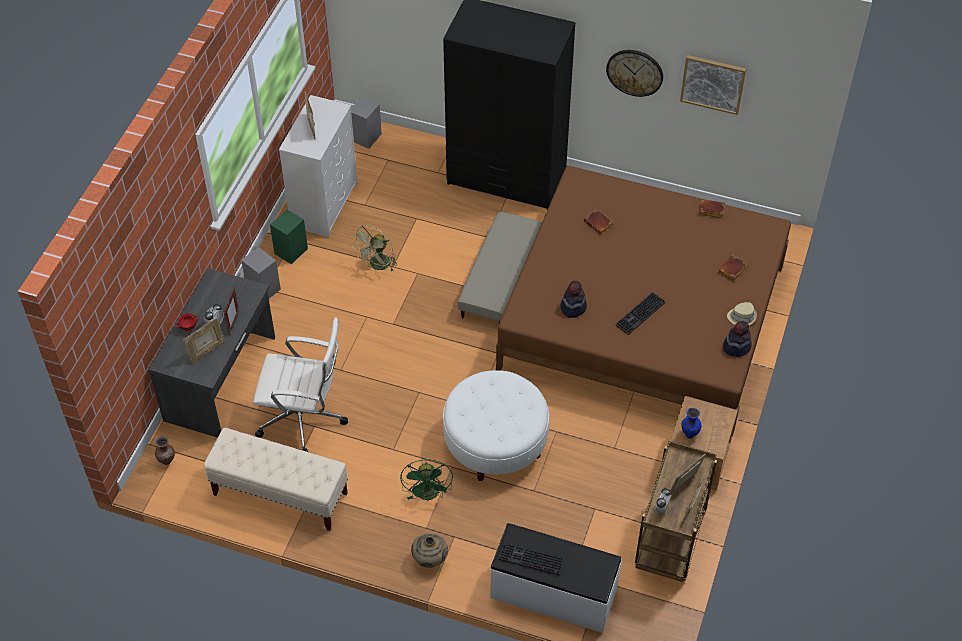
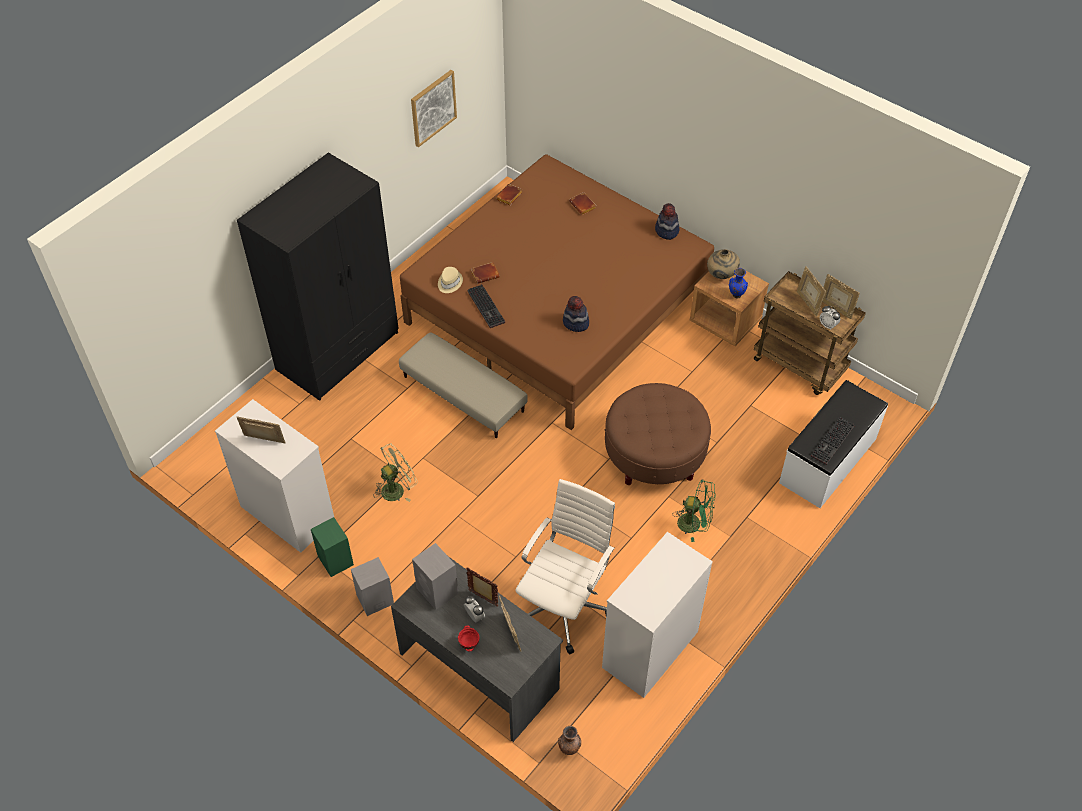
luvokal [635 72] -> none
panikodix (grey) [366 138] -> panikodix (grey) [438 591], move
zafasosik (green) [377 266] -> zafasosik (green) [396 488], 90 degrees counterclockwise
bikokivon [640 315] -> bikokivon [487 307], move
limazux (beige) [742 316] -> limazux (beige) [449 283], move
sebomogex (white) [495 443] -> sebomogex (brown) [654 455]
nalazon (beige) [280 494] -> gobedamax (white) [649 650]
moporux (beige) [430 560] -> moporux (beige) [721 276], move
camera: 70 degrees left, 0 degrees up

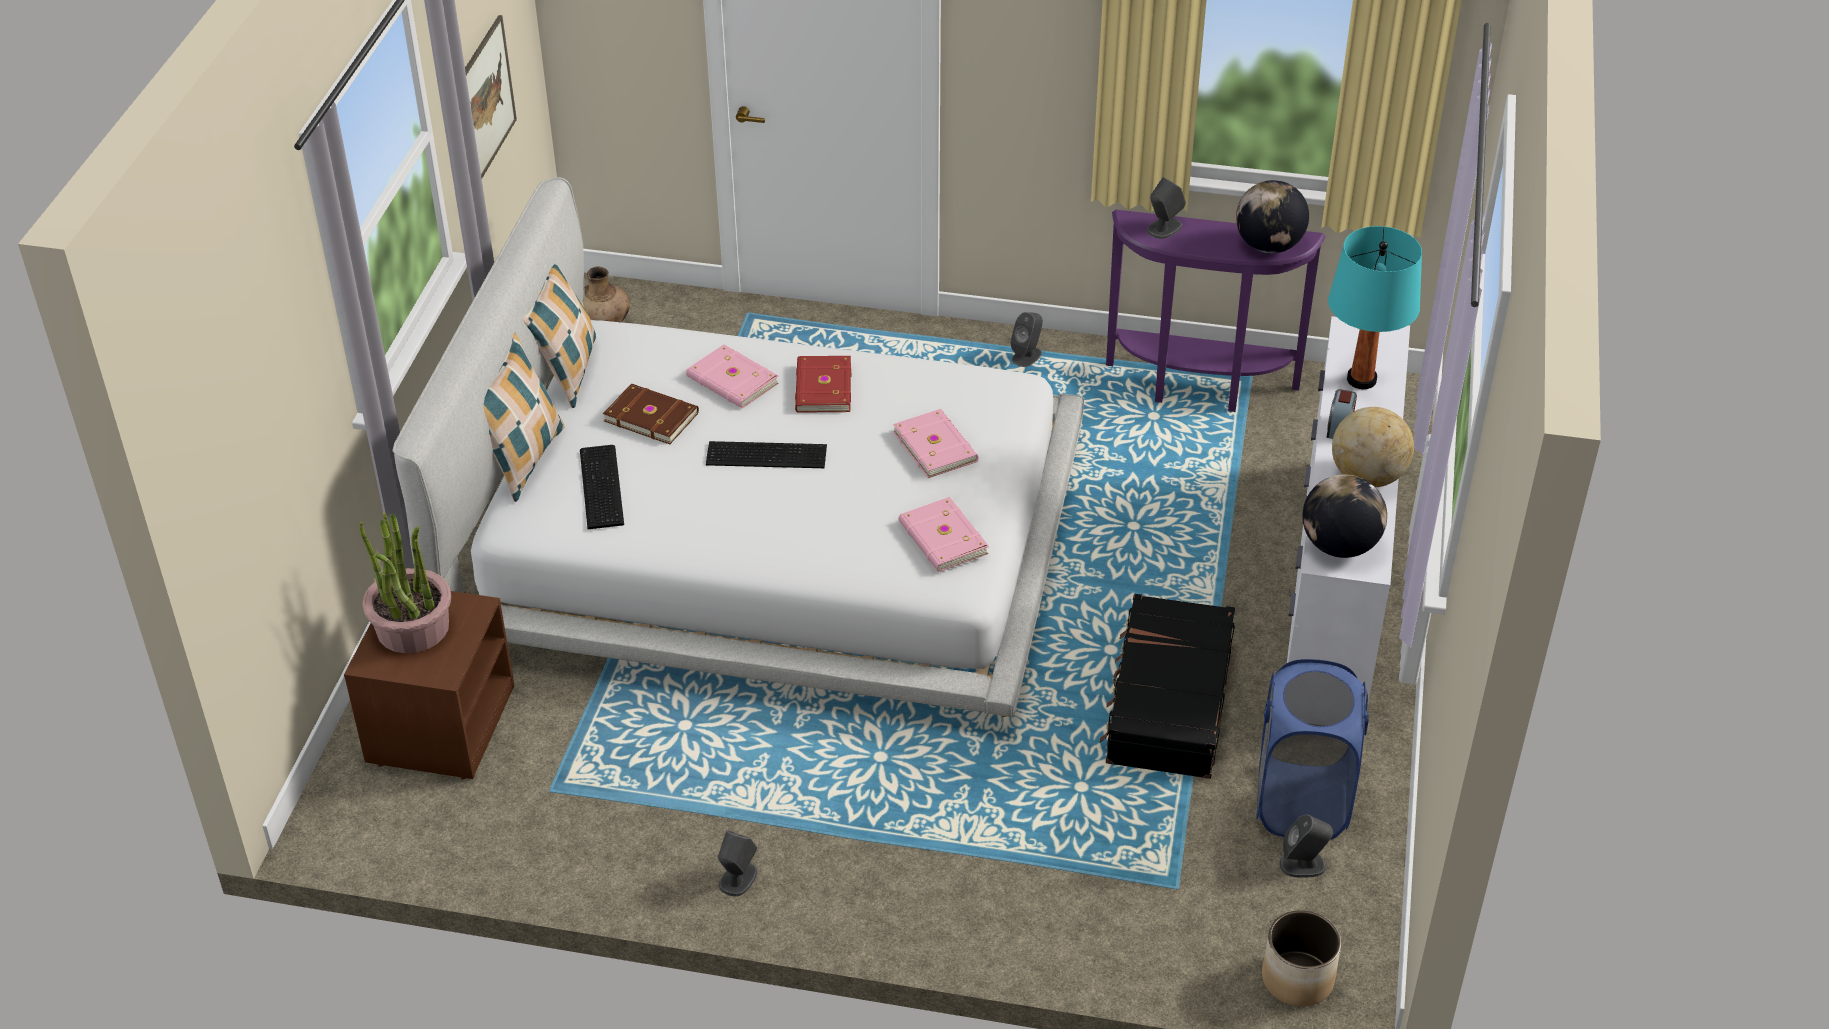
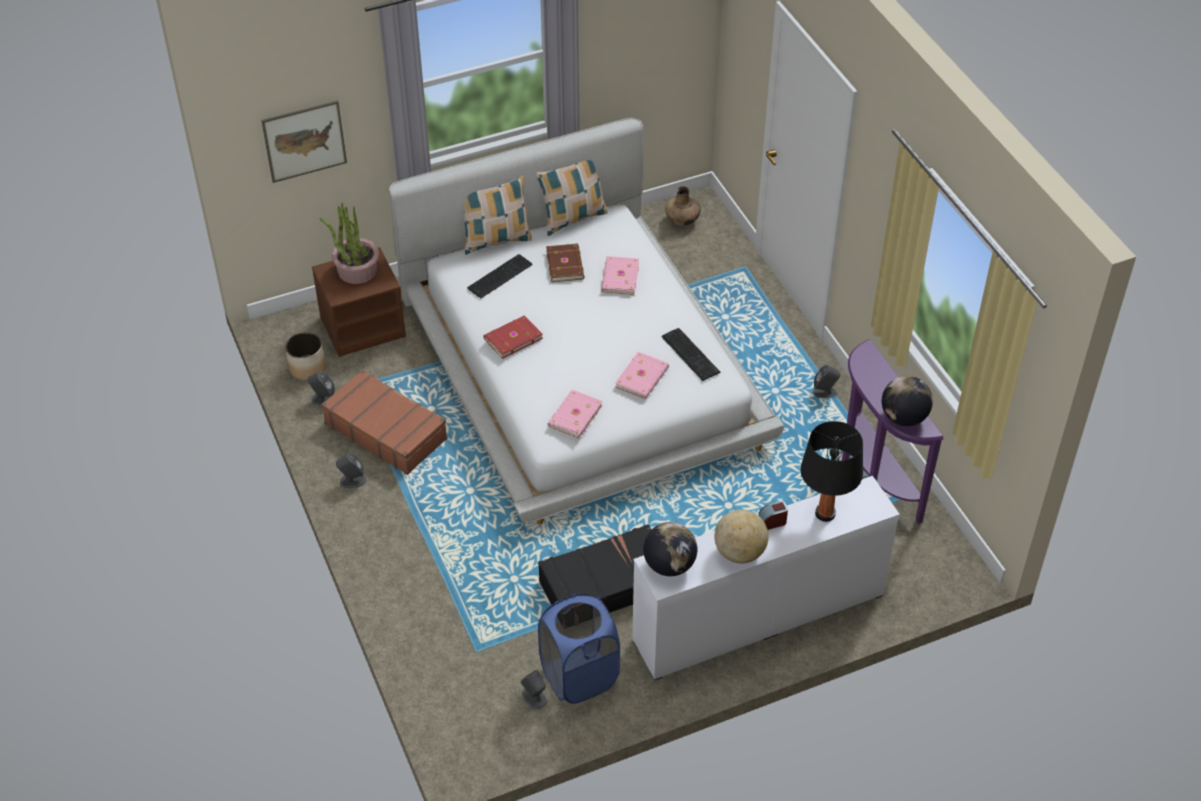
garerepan [486 100] -> garerepan [304 141], move
panikodix (grey) [1164 228] -> panikodix (grey) [323 399], move
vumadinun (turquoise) [1361 380] -> vumadinun (black) [825 513]
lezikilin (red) [821 388] -> lezikilin (red) [512 338], move
bikokivon [765 453] -> bikokivon [691 353], move
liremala [1297 980] -> liremala [307 368], move
none -> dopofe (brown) [386 430]
camera: 55 degrees right, 5 degrees up

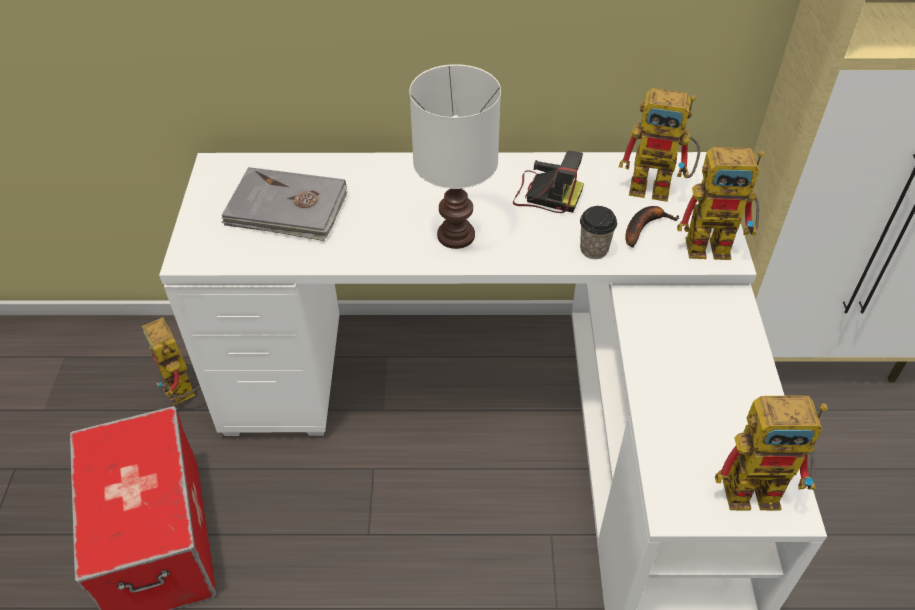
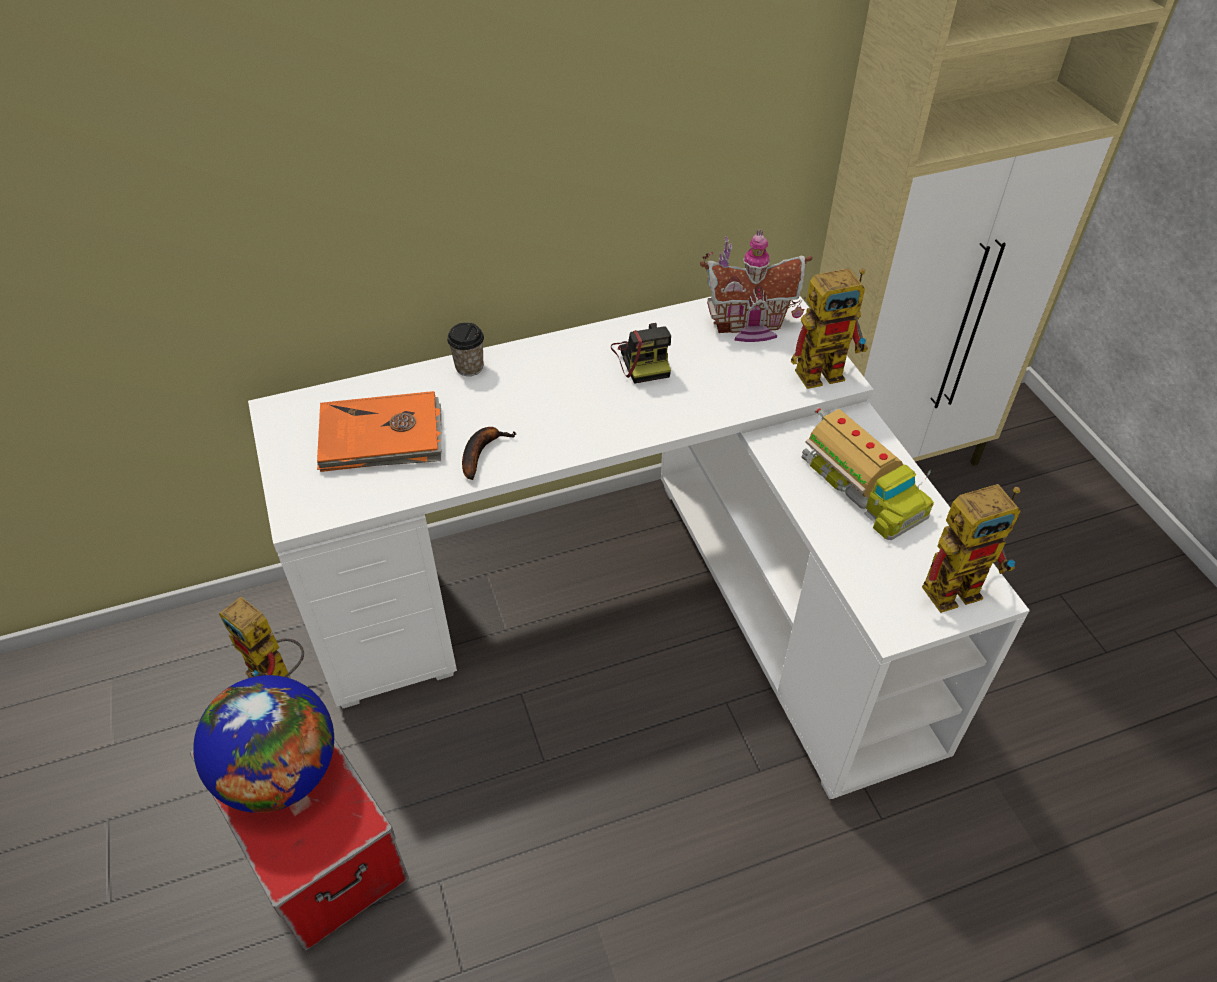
vumadinun (white) [456 234] -> none
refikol [660 188] -> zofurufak [749 327]
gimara [545 194] -> gimara [643 359], 75 degrees clockwise
lezikilin (grey) [287 209] -> lezikilin (orange) [381 437]
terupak [594 250] -> terupak [469 367], move
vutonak [644 227] -> vutonak [481 452], move
none -> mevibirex [860 487]
none -> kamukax [281 773]
camera: 20 degrees left, 0 degrees up

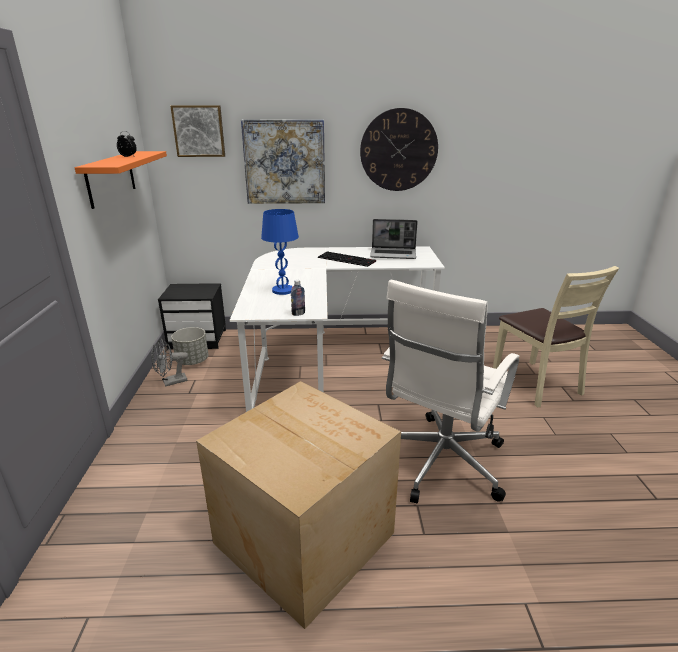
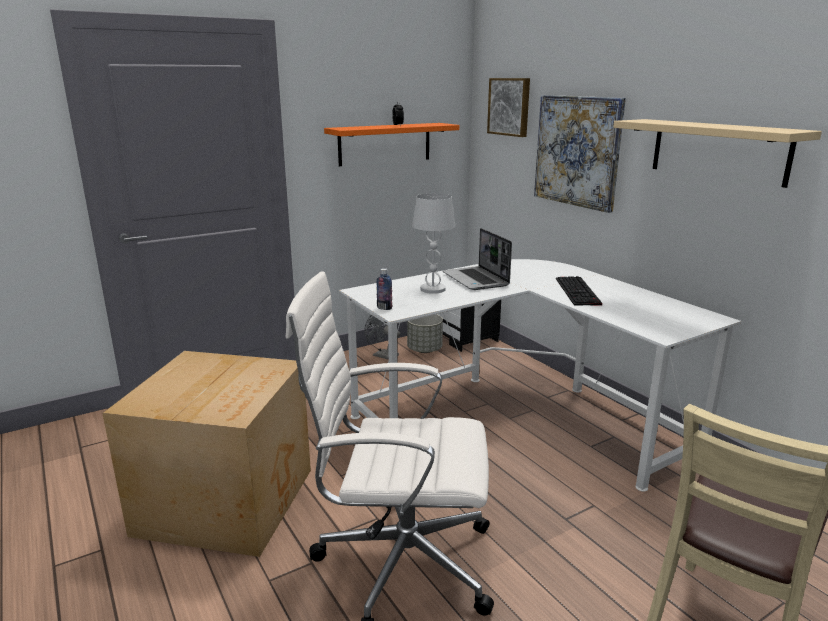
luvokal [398 150] -> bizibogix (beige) [718 151]
vumadinun (blue) [282 290] -> vumadinun (white) [432 289]
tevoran [393 254] -> tevoran [476 280], move
camera: 60 degrees right, 5 degrees down

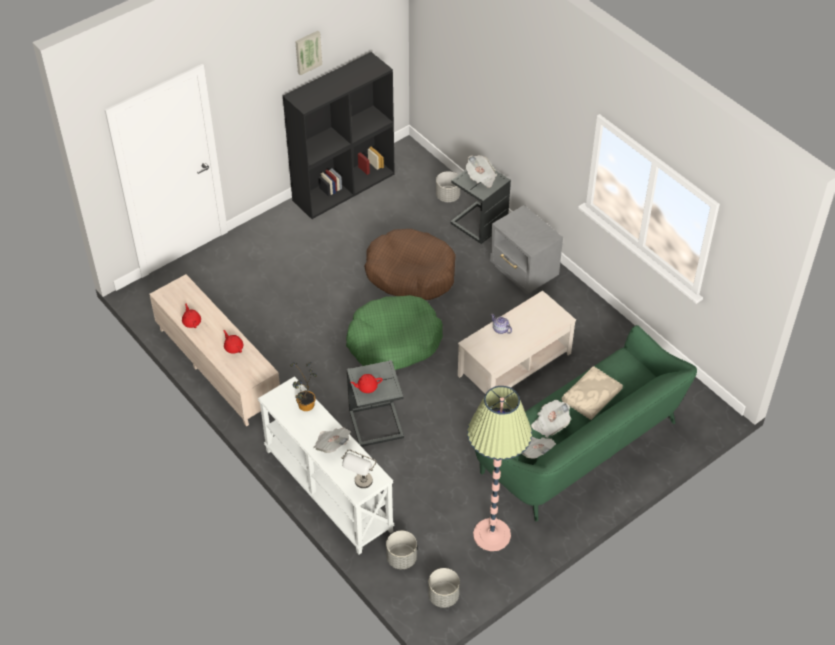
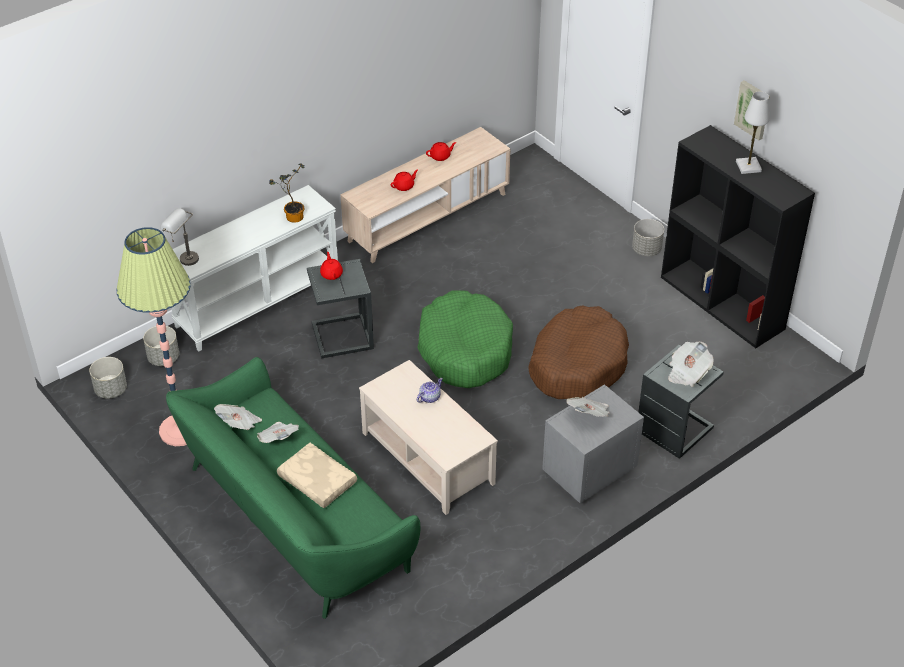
liremala (grey) [447 196] -> liremala (grey) [646 250], move
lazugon [332 445] -> lazugon [589 414], move
none -> vumadinun (white) [748 166]
camera: 90 degrees right, 5 degrees down

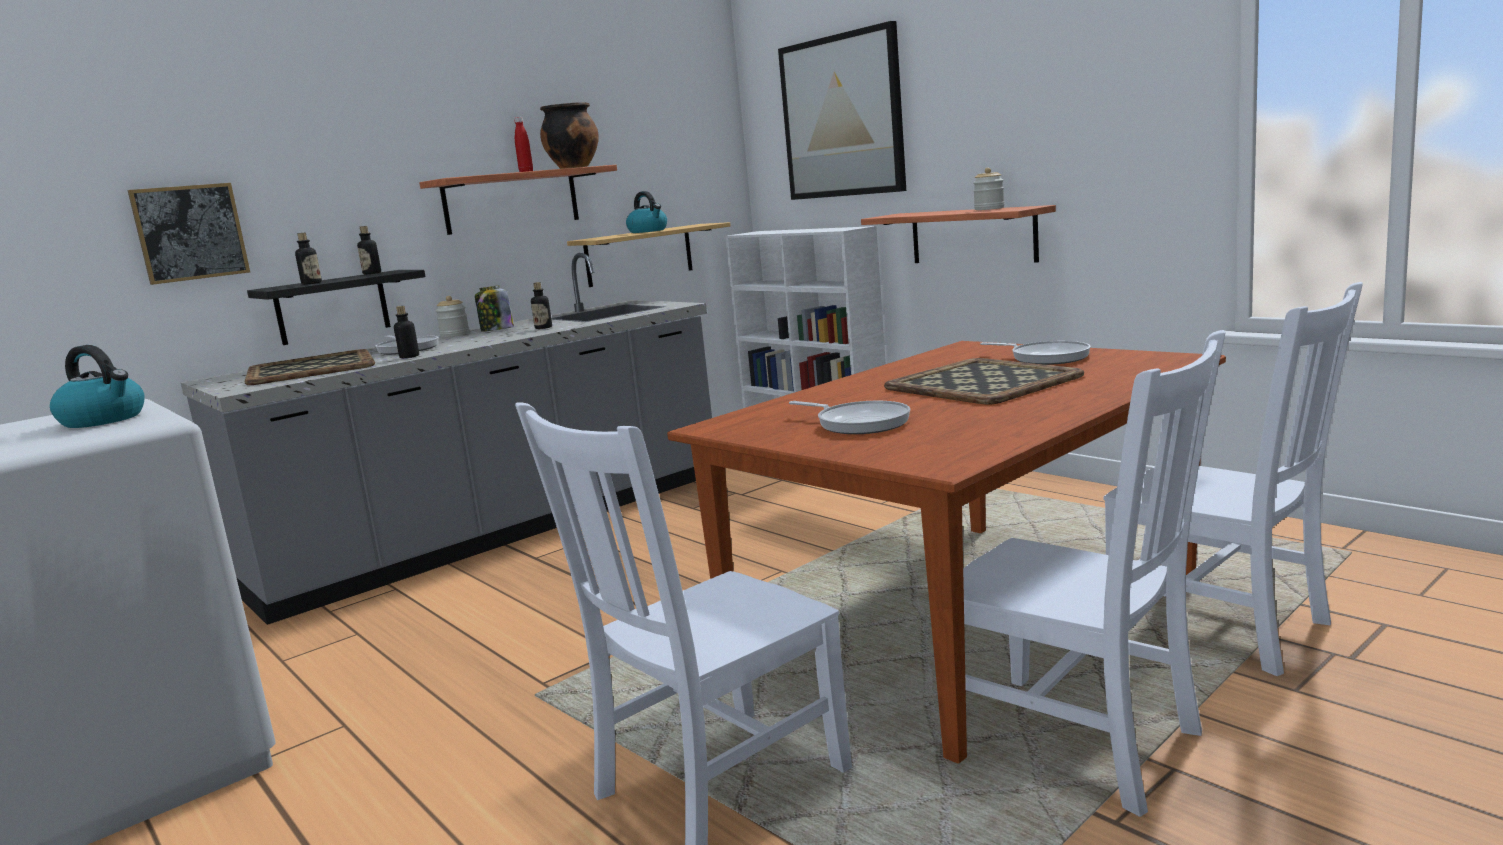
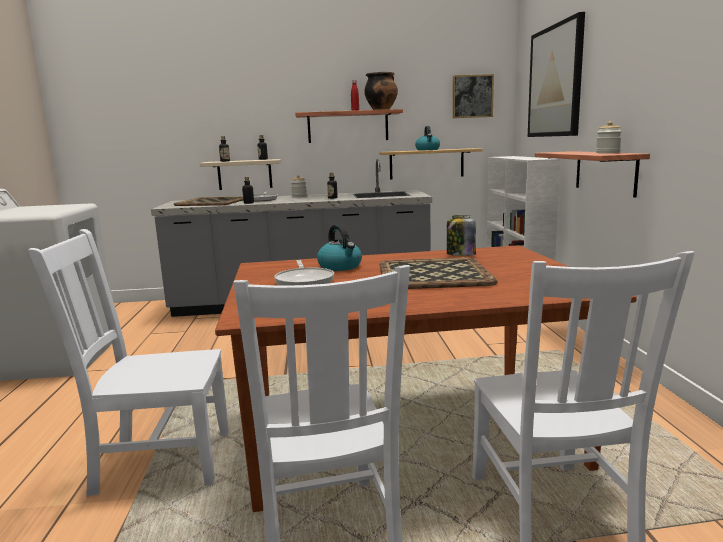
garerepan [190 232] -> garerepan [472 96], move
bizibogix (black) [332 307] -> bizibogix (beige) [244 174]
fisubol [496 330] -> fisubol [460 255], move
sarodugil [1045 357] -> none
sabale [104 420] -> sabale [340 267], move
camera: 35 degrees right, 0 degrees up

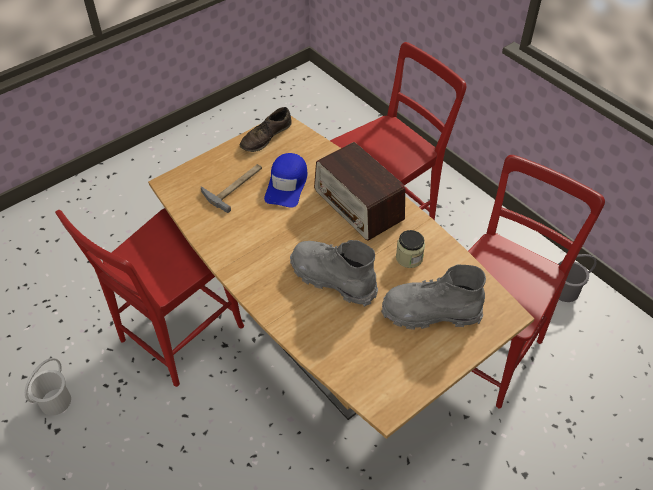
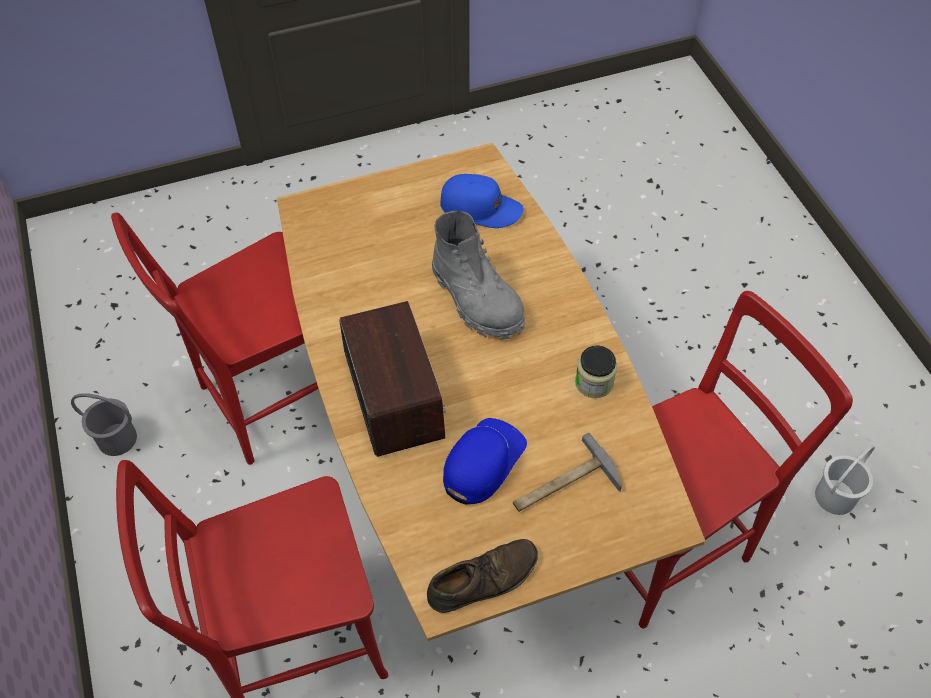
fisubol [409 258] -> fisubol [594 382], move
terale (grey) [430 313] -> none
none -> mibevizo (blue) [480 208]
camera: 160 degrees left, 5 degrees up

